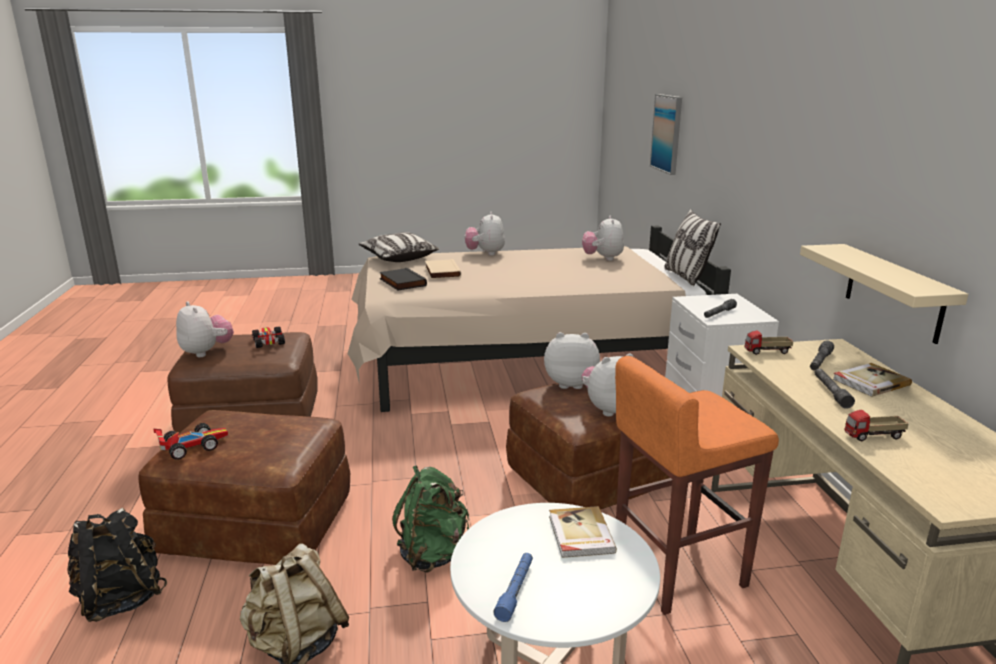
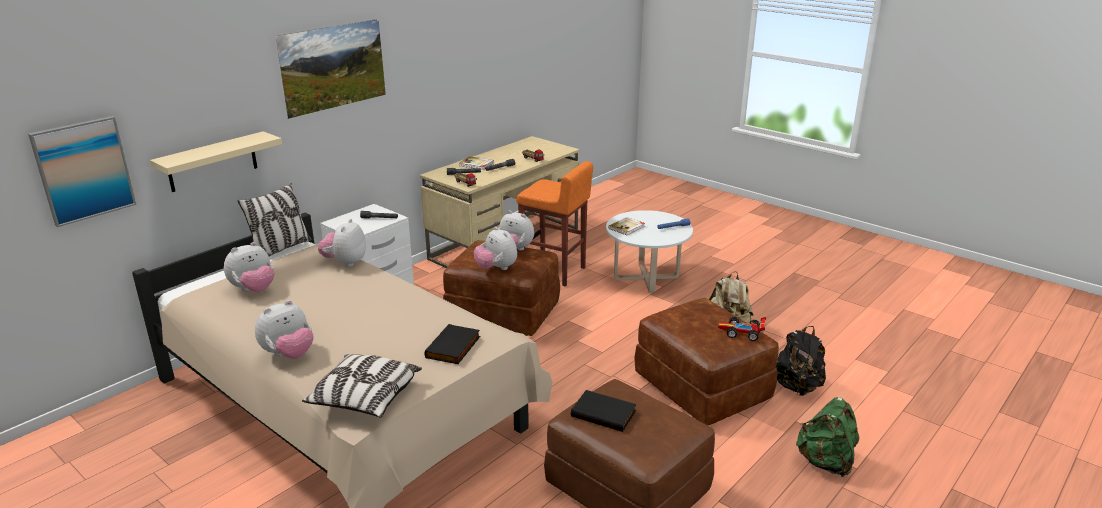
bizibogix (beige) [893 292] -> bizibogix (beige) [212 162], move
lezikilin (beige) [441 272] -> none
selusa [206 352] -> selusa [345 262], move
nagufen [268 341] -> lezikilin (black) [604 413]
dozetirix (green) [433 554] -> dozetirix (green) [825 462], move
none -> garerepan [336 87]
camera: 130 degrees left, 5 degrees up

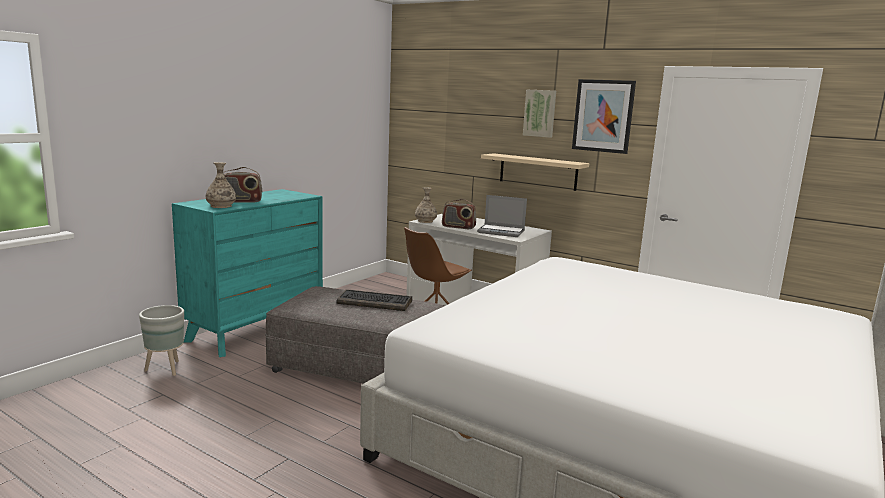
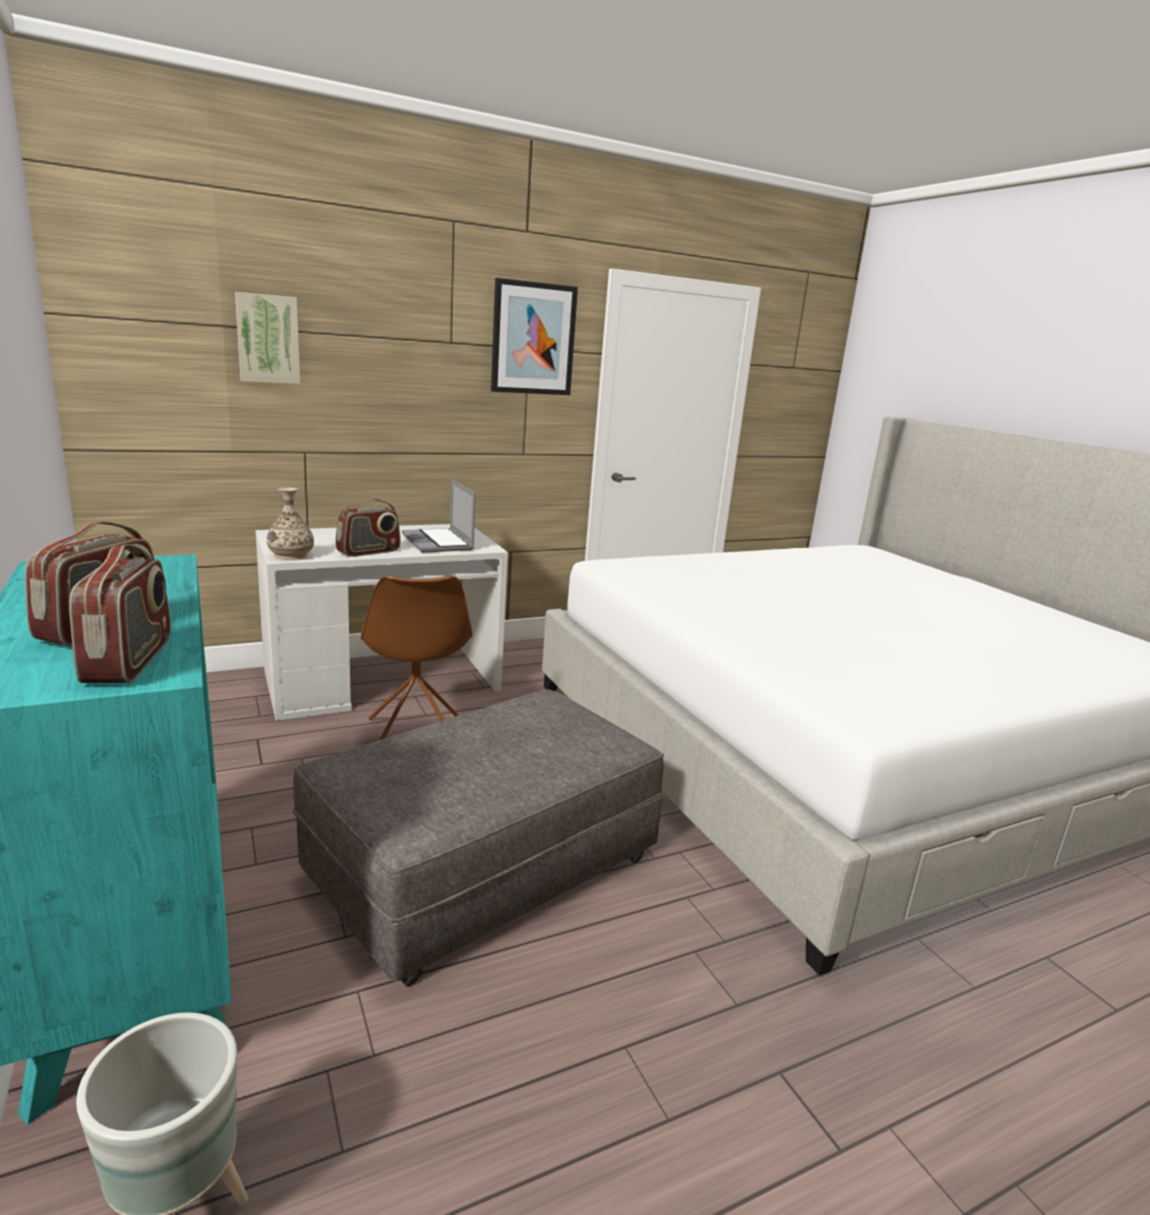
garerepan [540 113] -> garerepan [268 339], move
bizibogix (beige) [538 171] -> none
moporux [221 206] -> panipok [130 660]
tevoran [502 232] -> tevoran [439 542], 105 degrees clockwise
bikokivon [375 302] -> none
camera: 60 degrees left, 5 degrees up

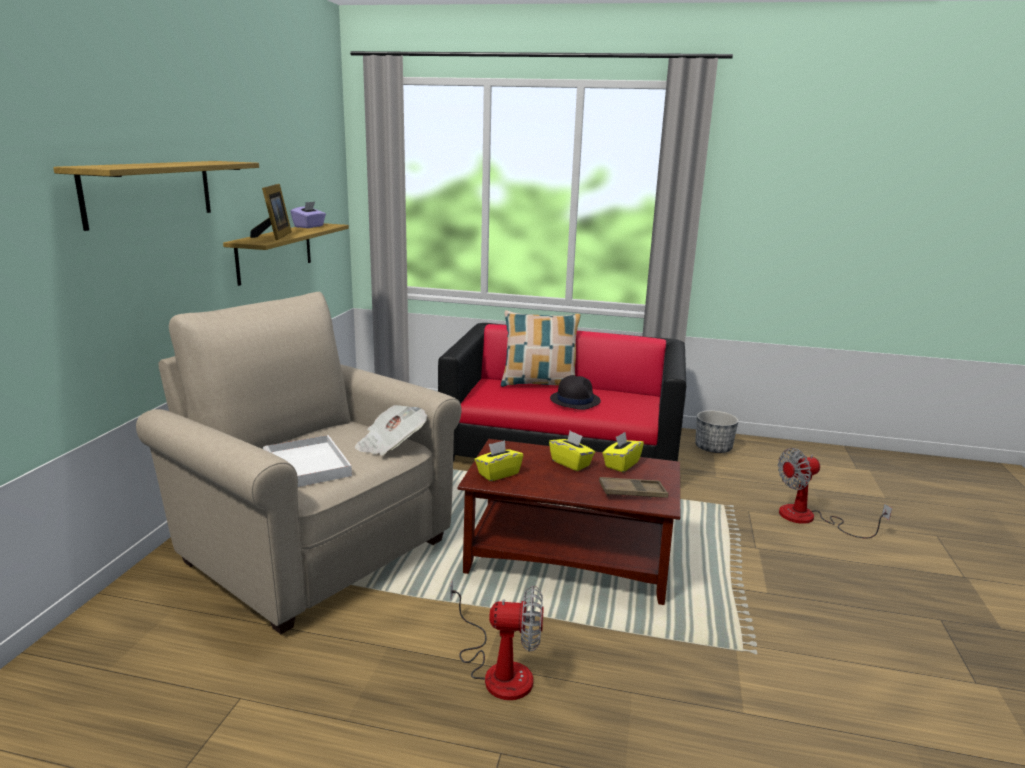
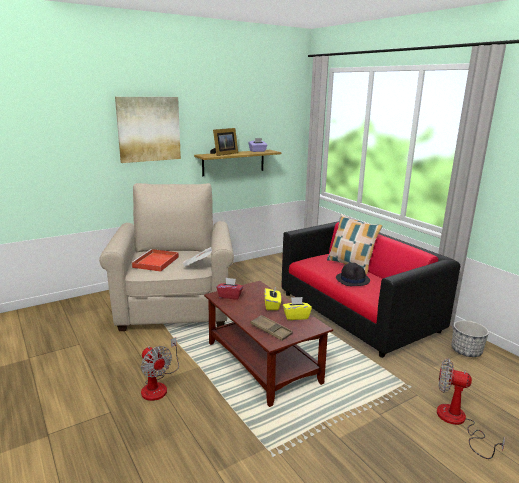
bizibogix [150 192] -> garerepan [149 129]
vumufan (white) [308 466] -> vumufan (red) [155 262]
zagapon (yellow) [498 474] -> zagapon (red) [230 296]
camera: 45 degrees right, 0 degrees up

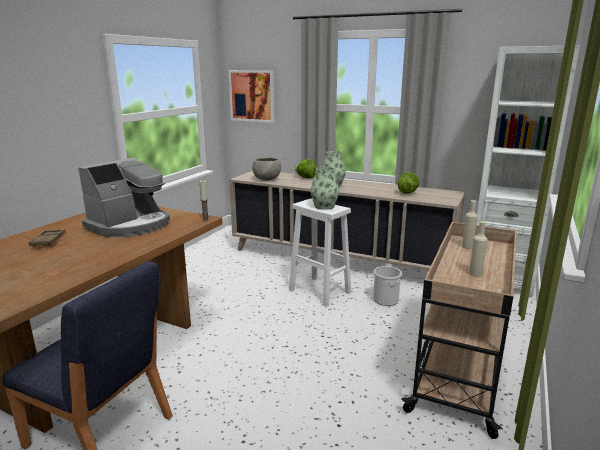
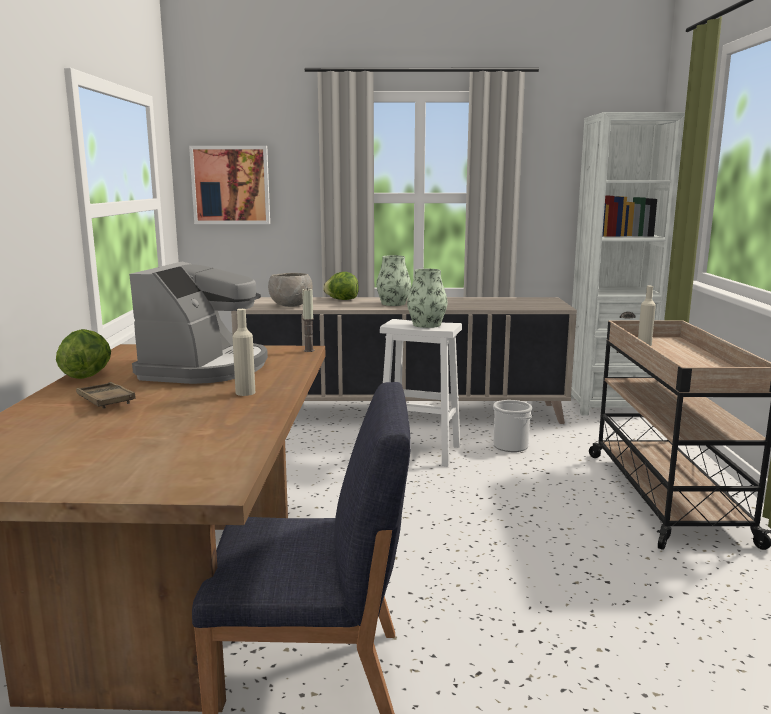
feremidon [407 193] -> feremidon [87 376], move
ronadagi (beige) [475 274] -> ronadagi (beige) [245 393], move
camera: 25 degrees left, 5 degrees down

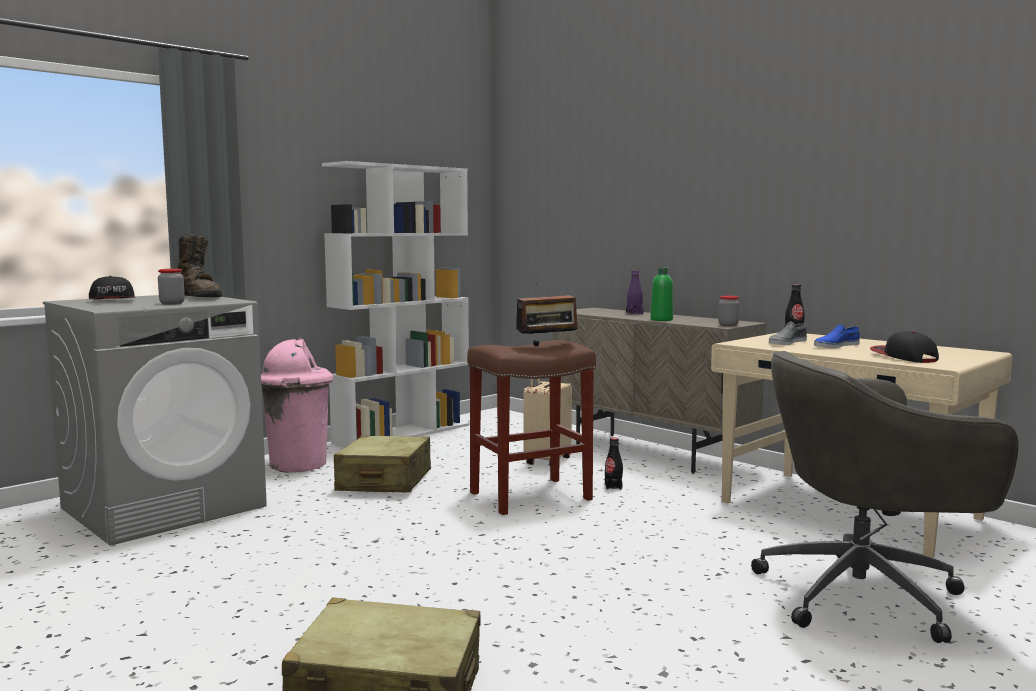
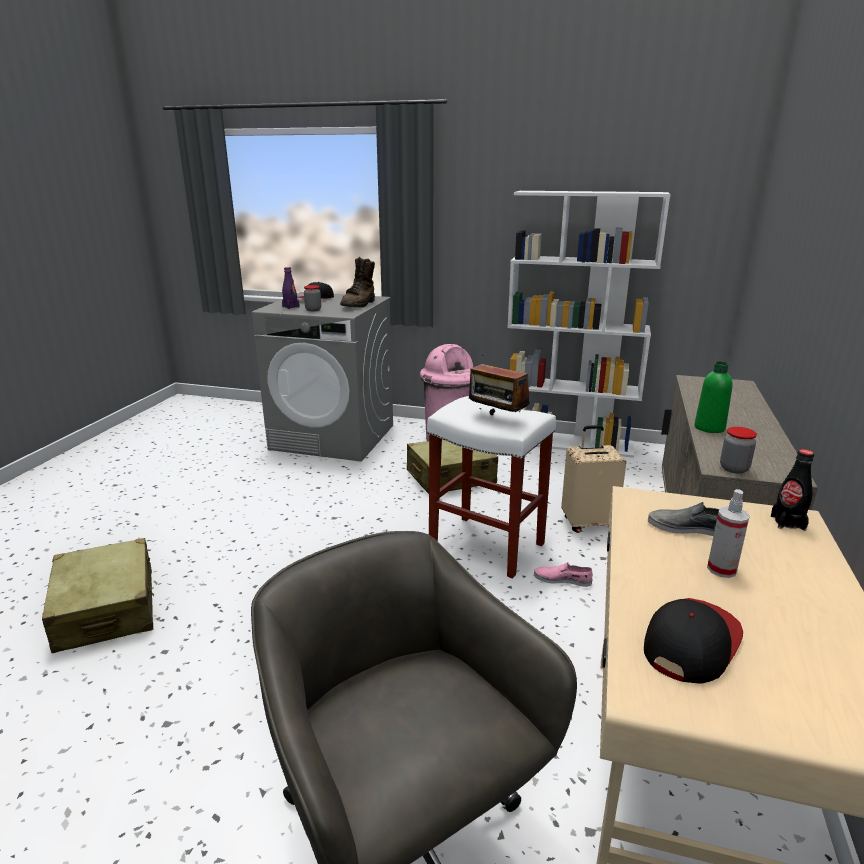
ronadagi (purple) [634 313] -> ronadagi (purple) [291 307], move
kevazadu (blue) [836 346] -> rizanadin [721 569]
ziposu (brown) [531 495] -> ziposu (white) [488 545]
ronadagi (black) [613 487] -> kevazadu (pink) [562 579]
camera: 60 degrees right, 15 degrees up

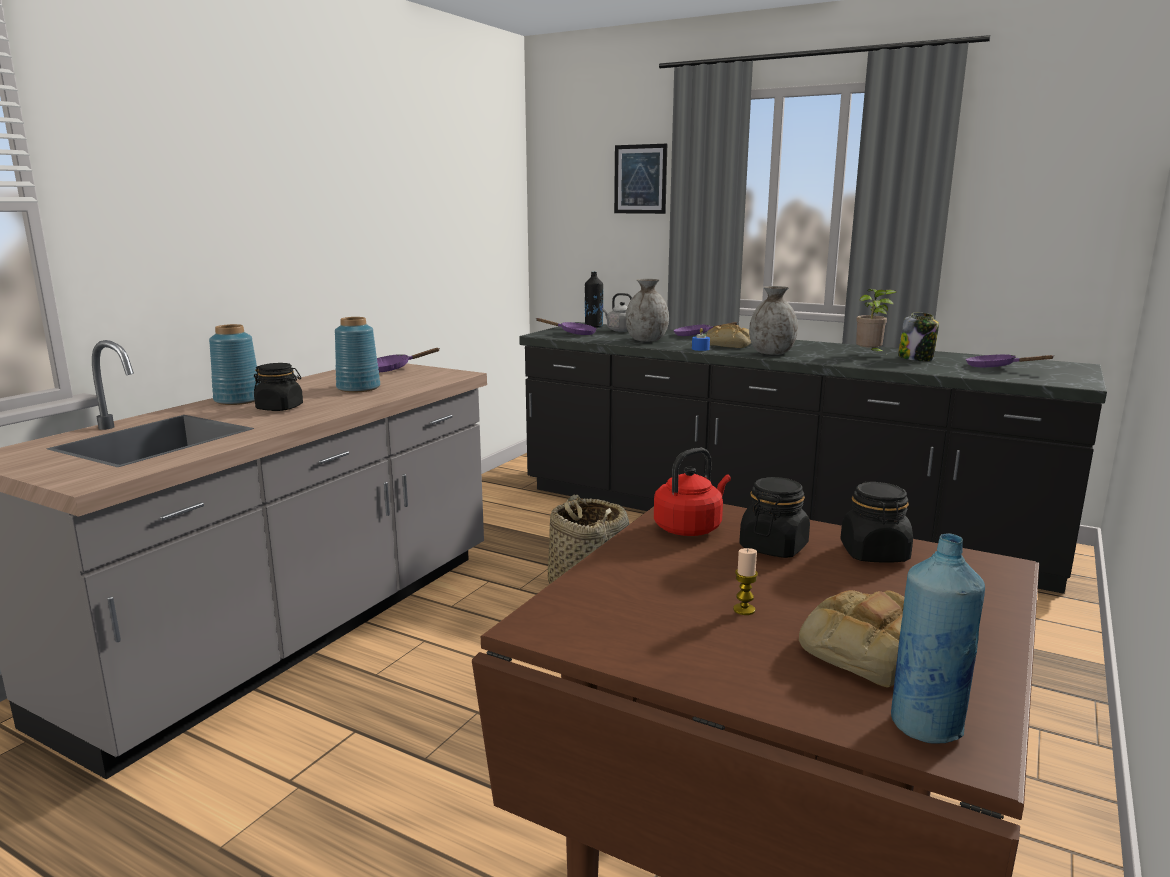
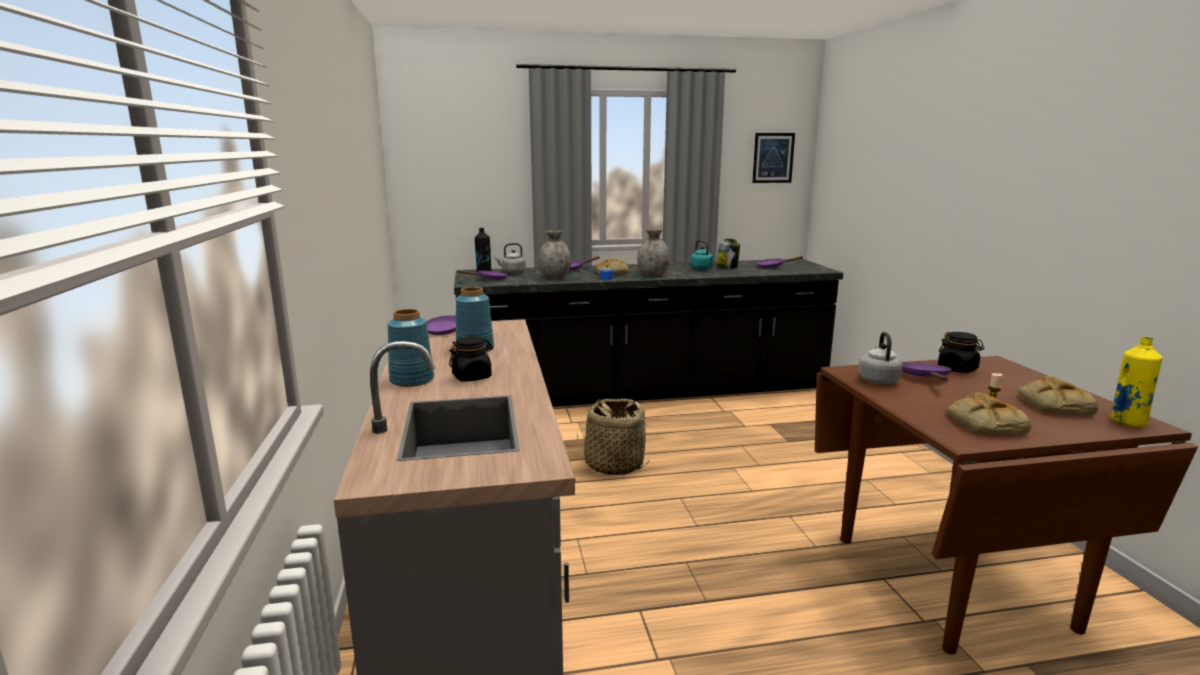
garerepan [640 179] -> garerepan [773 158], move
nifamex [870 355] -> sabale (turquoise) [702 268]
sabale (red) [690 528] -> sabale (grey) [878 380]
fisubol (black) [773 547] -> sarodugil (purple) [926 378]
ronadagi (blue) [926 725] -> ronadagi (yellow) [1127 422]
none -> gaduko [984 423]
camera: 40 degrees left, 0 degrees up

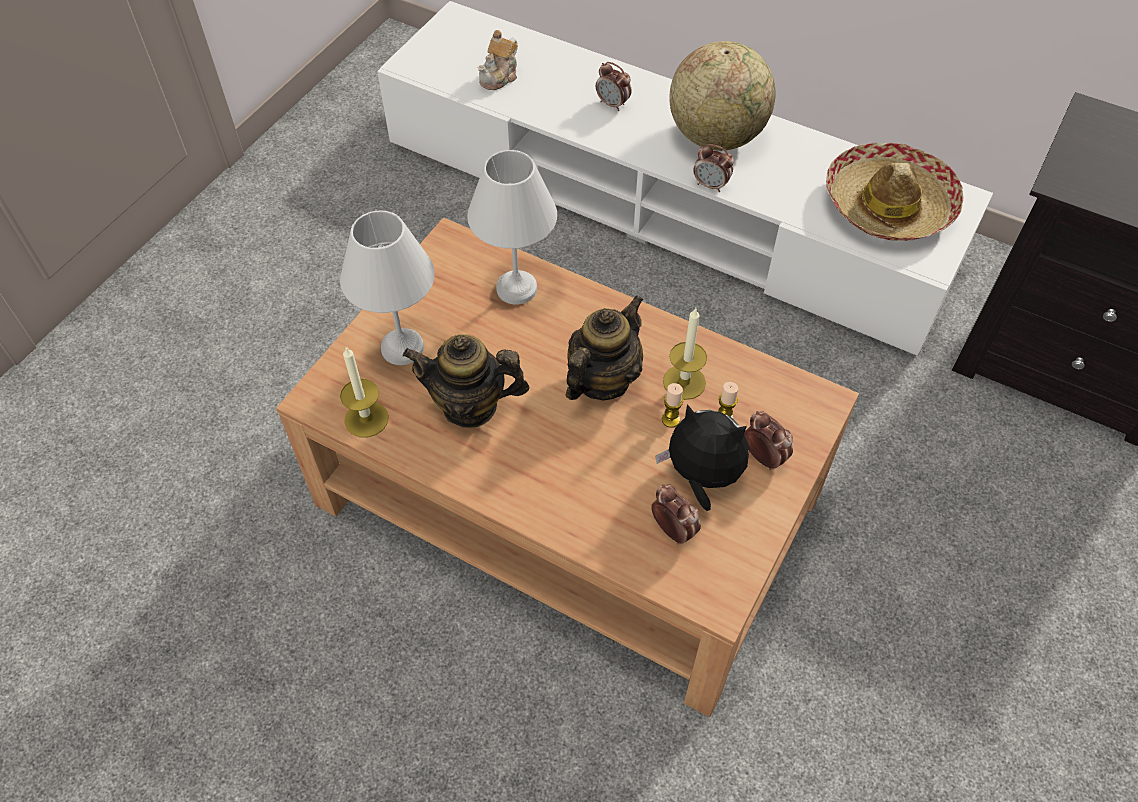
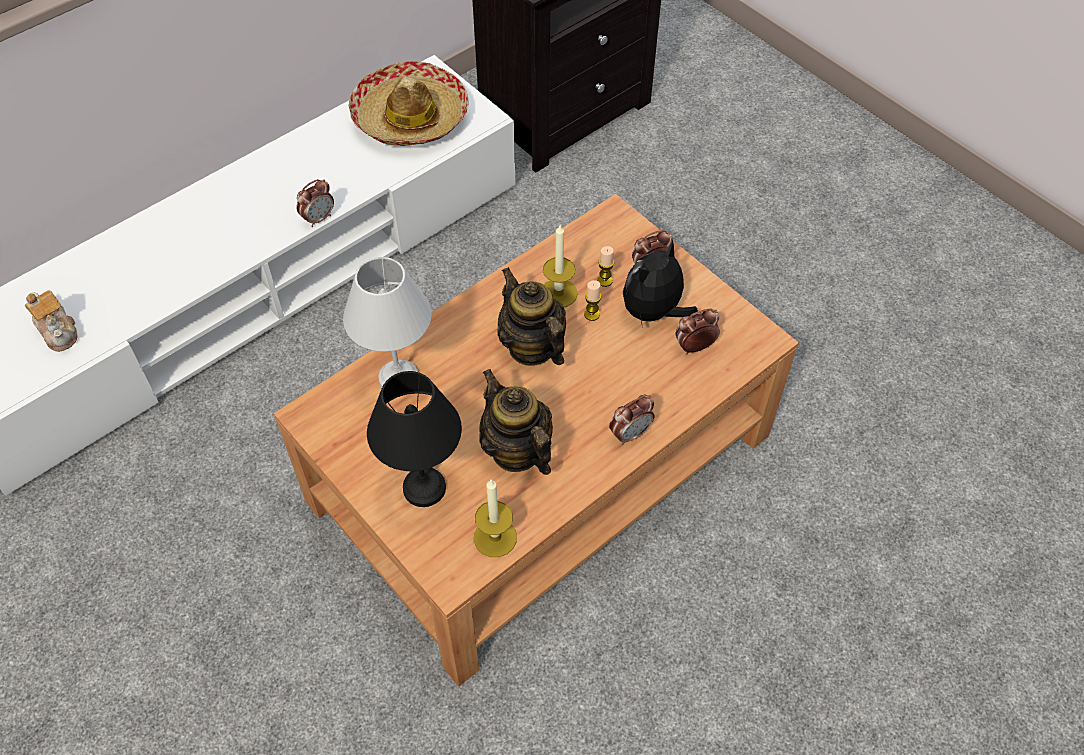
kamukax [716 136] -> none
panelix [613 104] -> panelix [630 434], move
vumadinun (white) [401 346] -> vumadinun (black) [422 488]
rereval [470 406] -> rereval [516 450], 120 degrees clockwise
camera: 70 degrees left, 0 degrees up

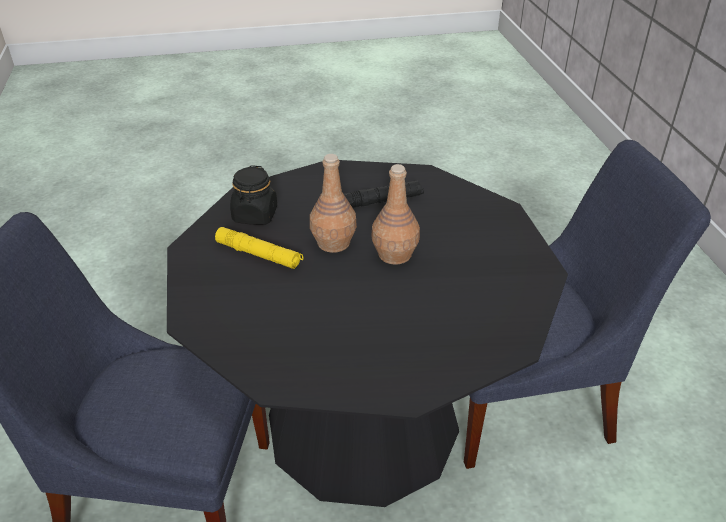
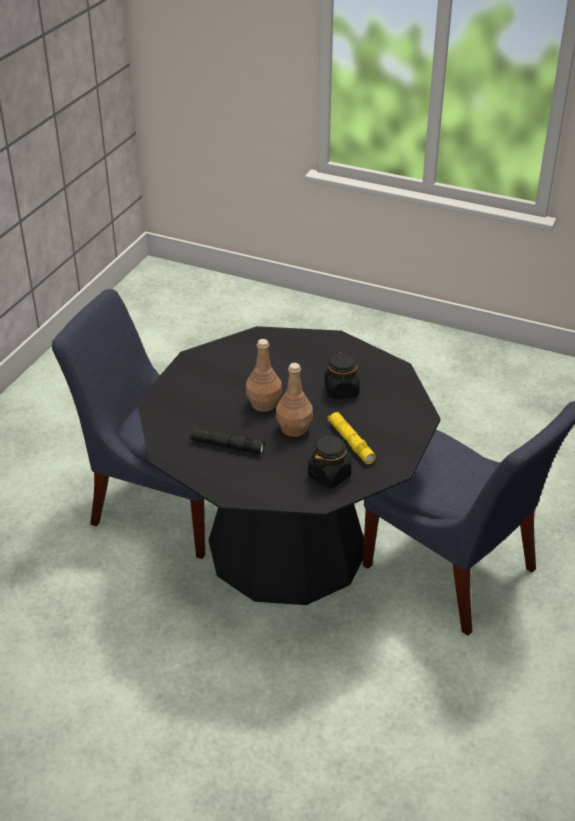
none -> fisubol (black) [341 390]
camera: 145 degrees left, 0 degrees up

